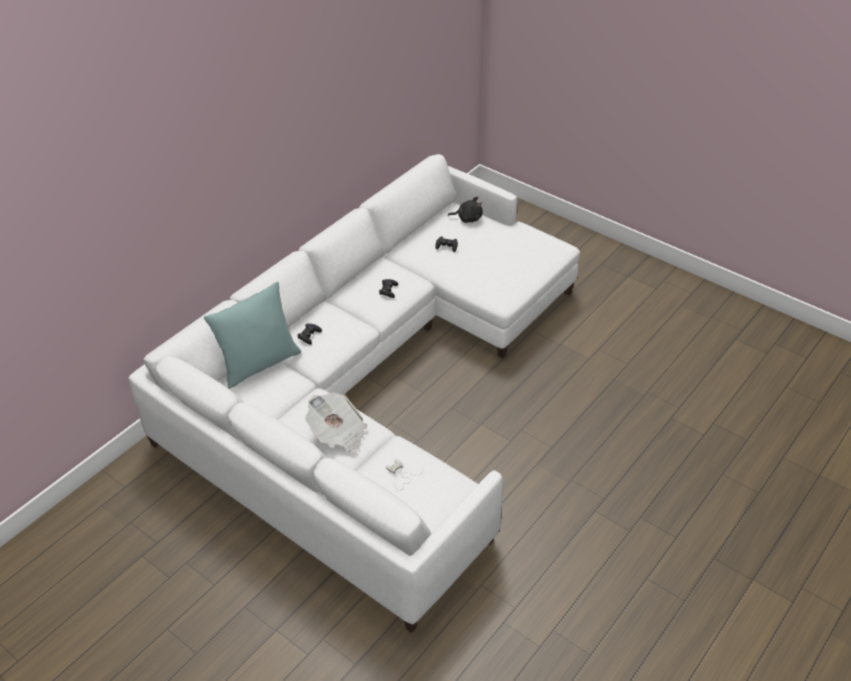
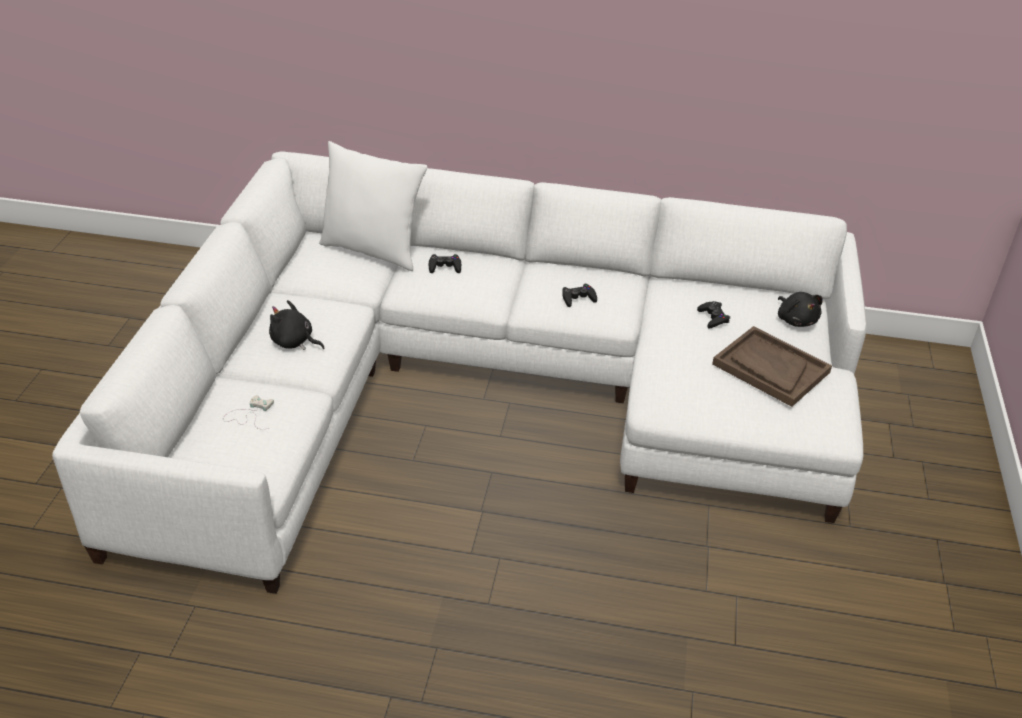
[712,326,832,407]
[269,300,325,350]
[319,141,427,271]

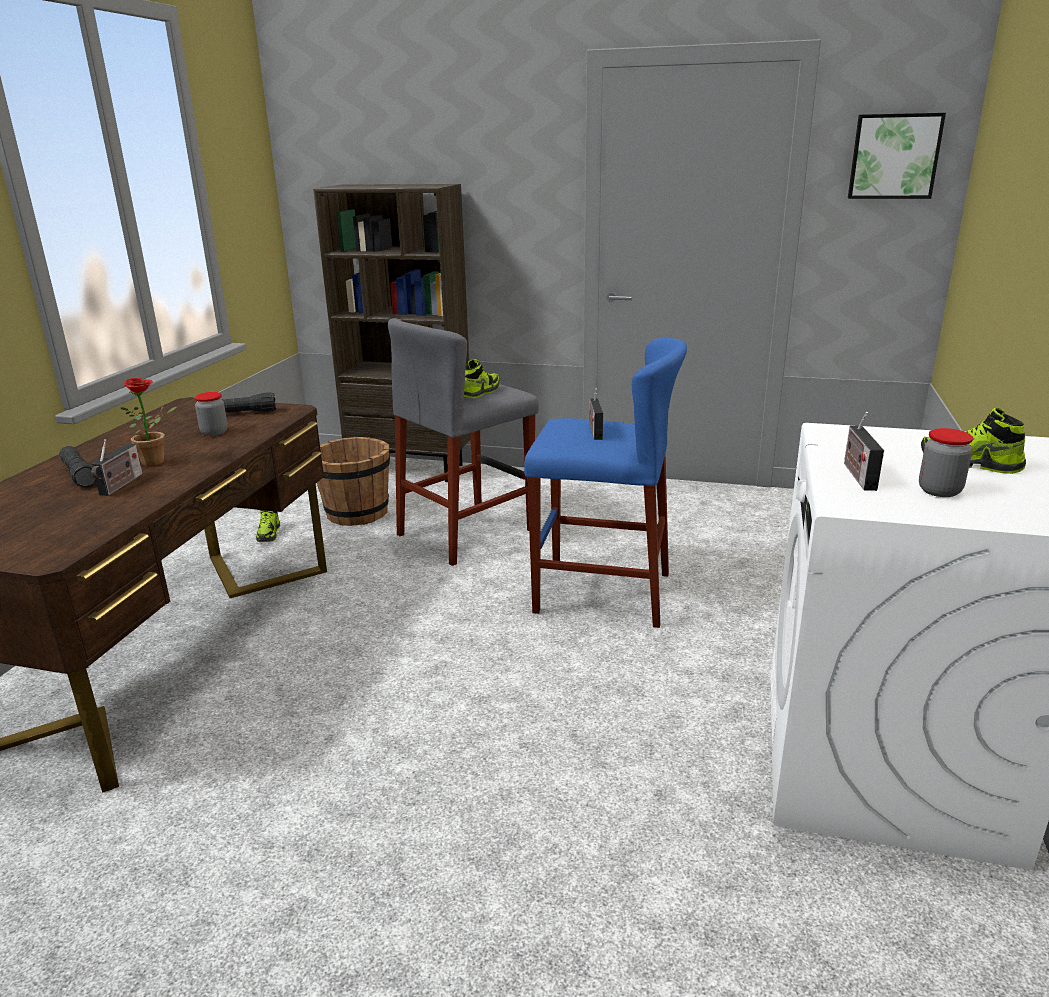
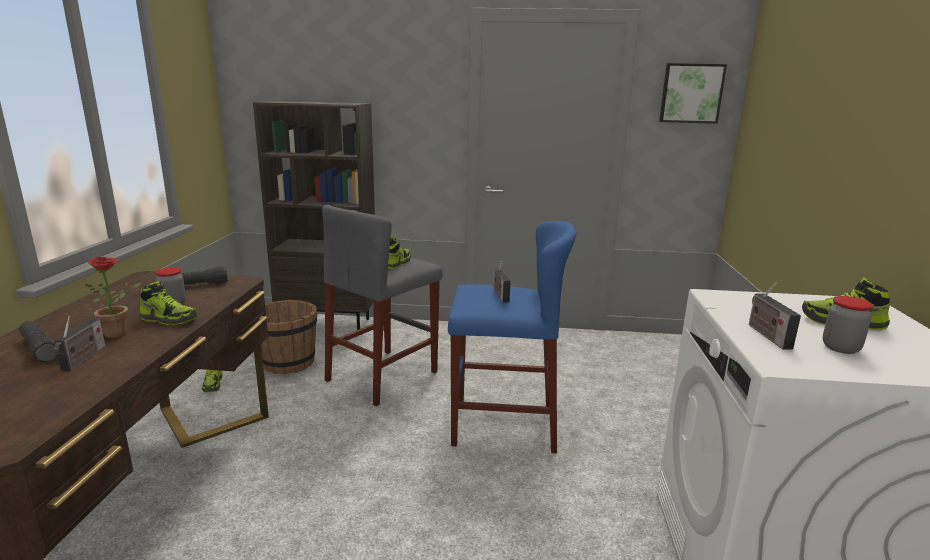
[139,281,197,325]

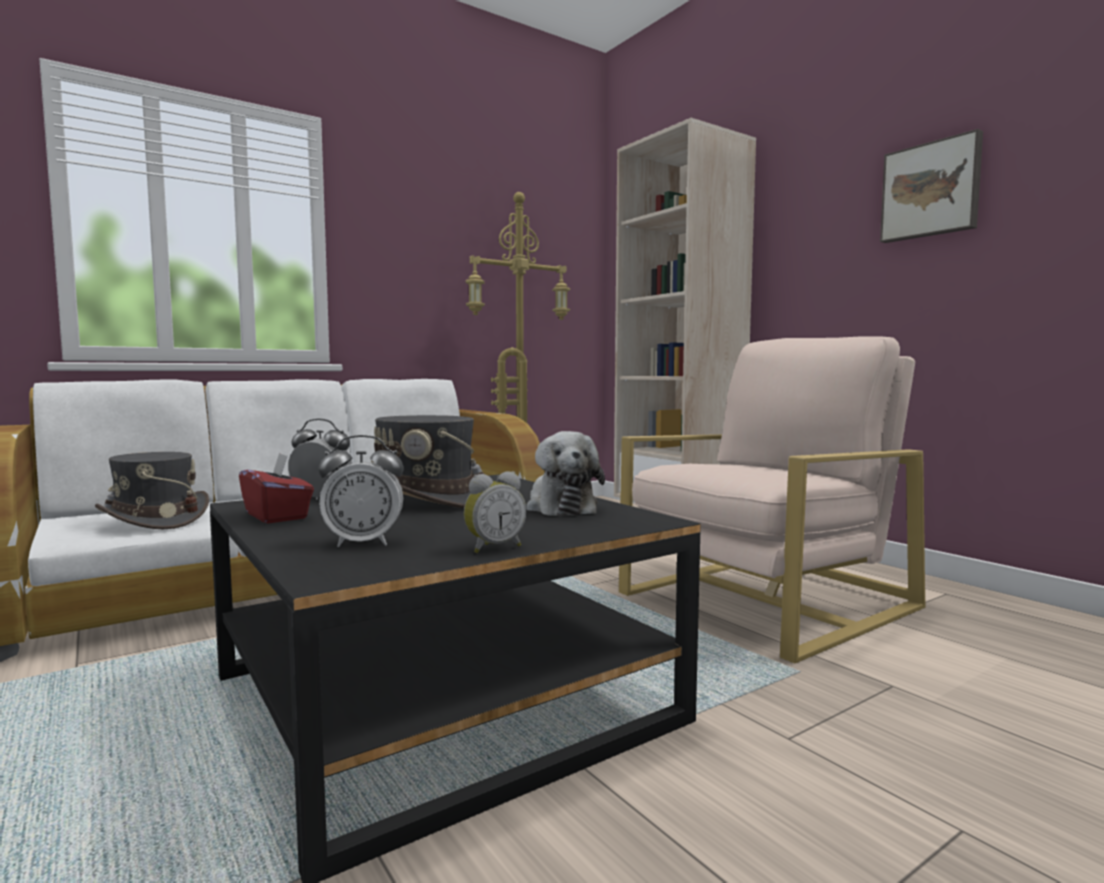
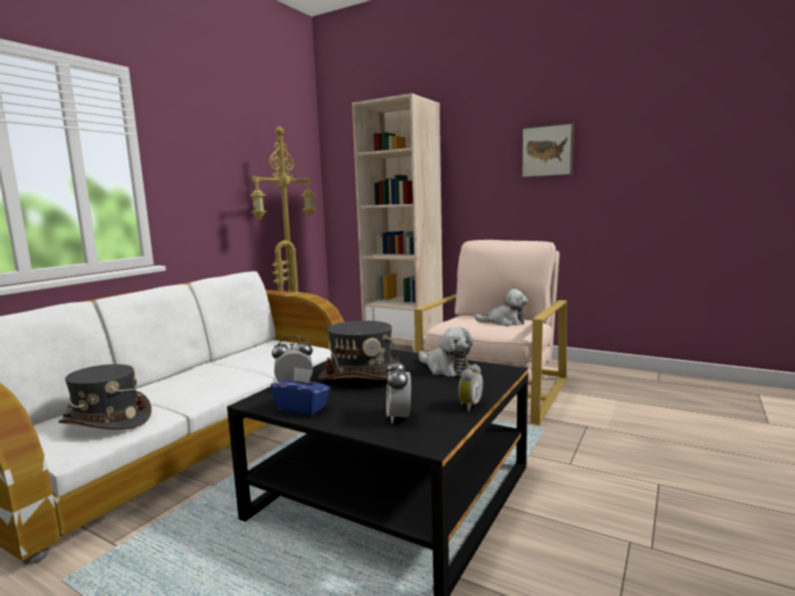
[475,289,528,326]
[270,367,331,416]
[386,356,411,424]

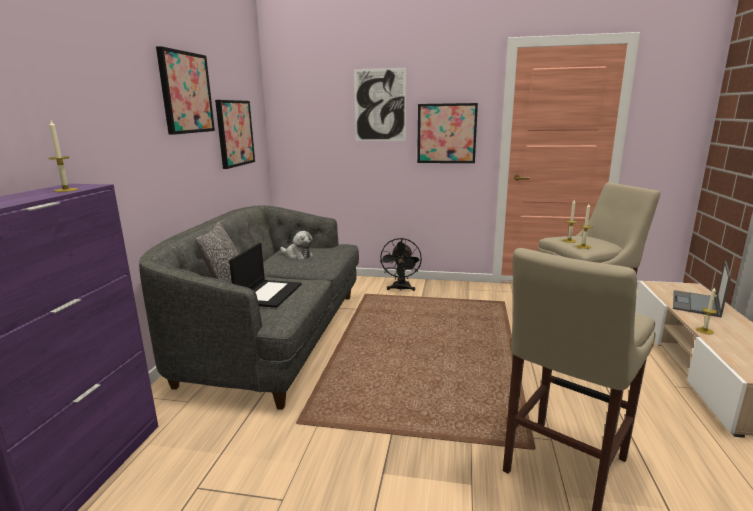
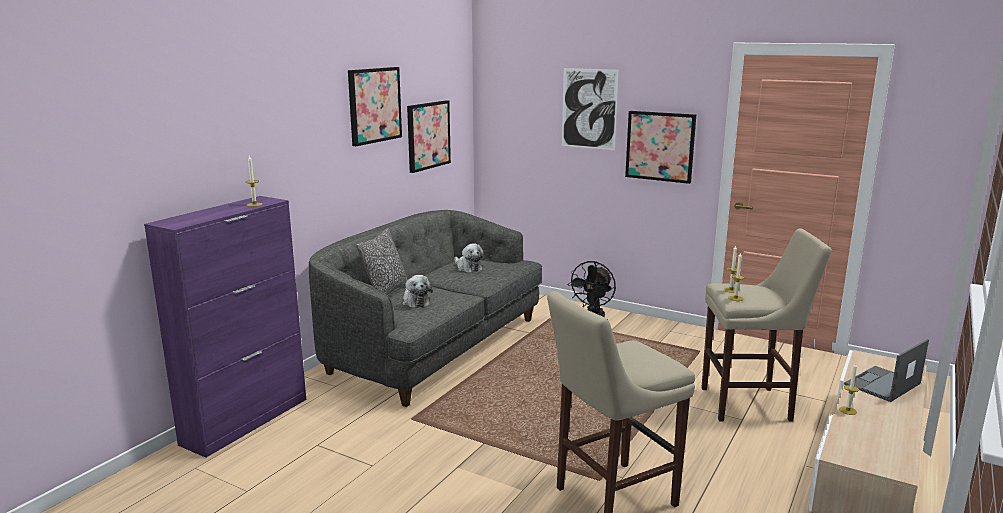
[403,275,433,308]

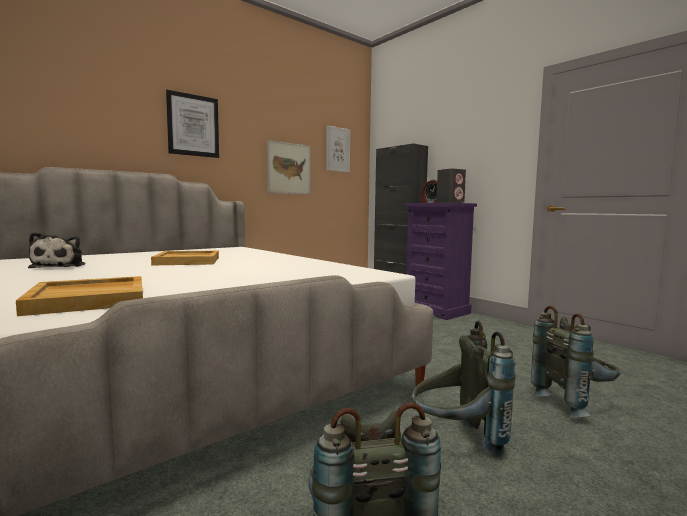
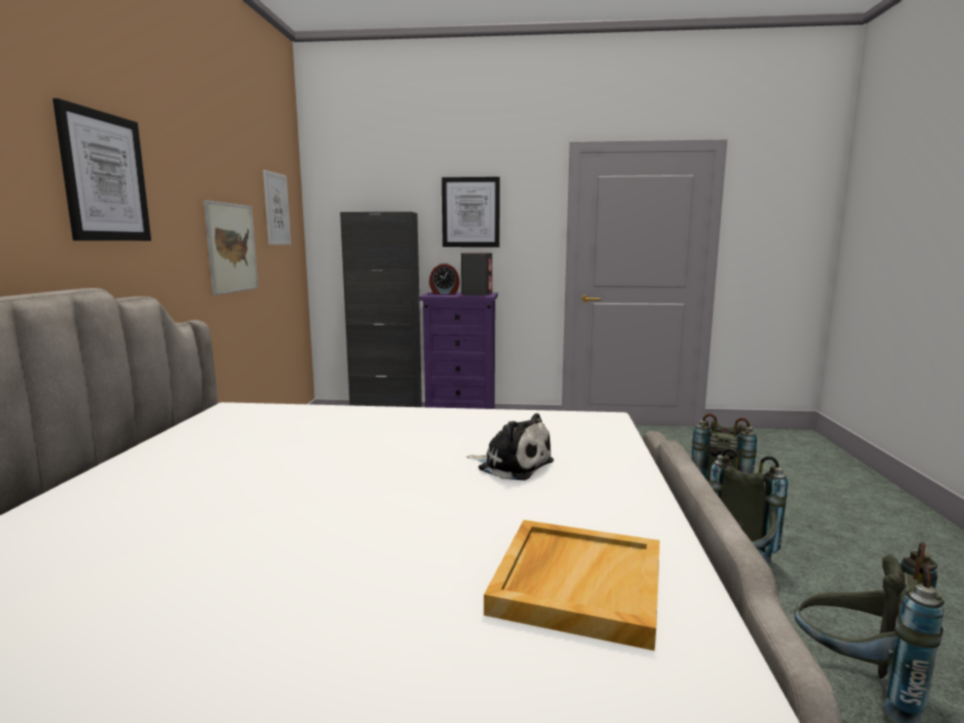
[151,251,219,266] (first image)
[442,177,500,247]
[467,413,554,480]

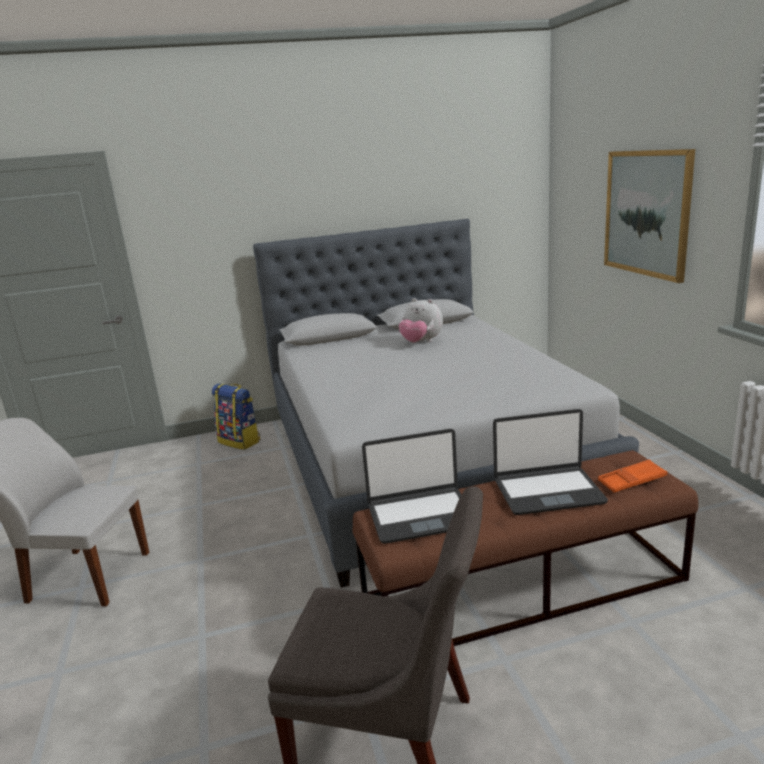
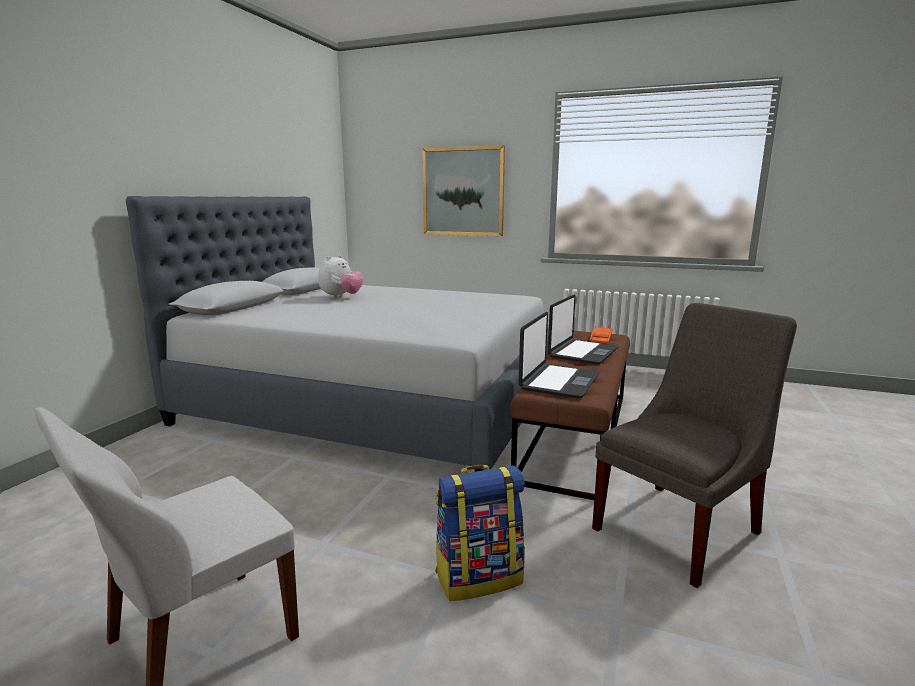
[435,465,525,601]
[318,255,363,298]

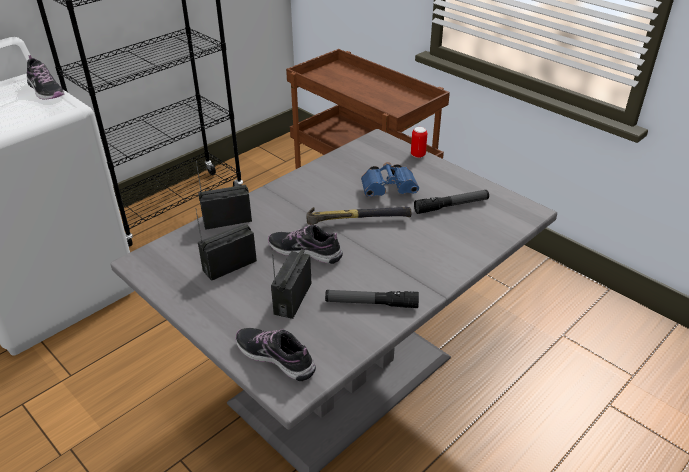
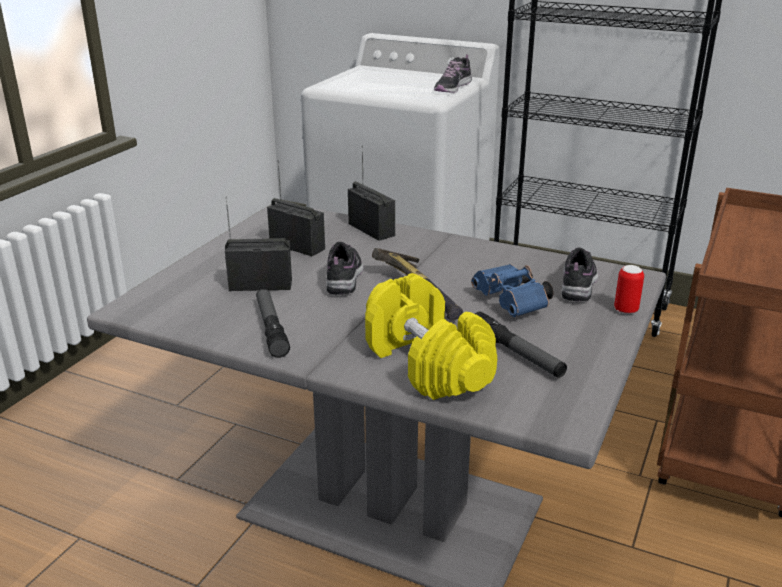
[365,273,497,400]
[562,248,598,301]

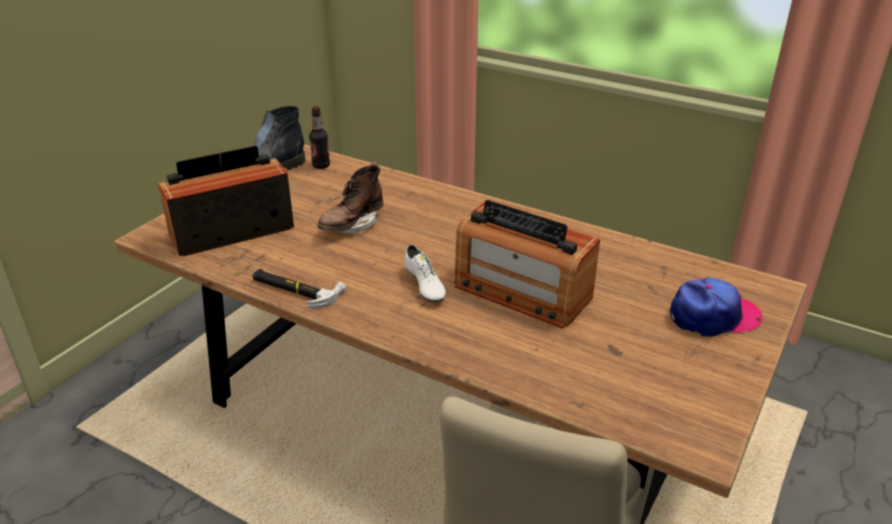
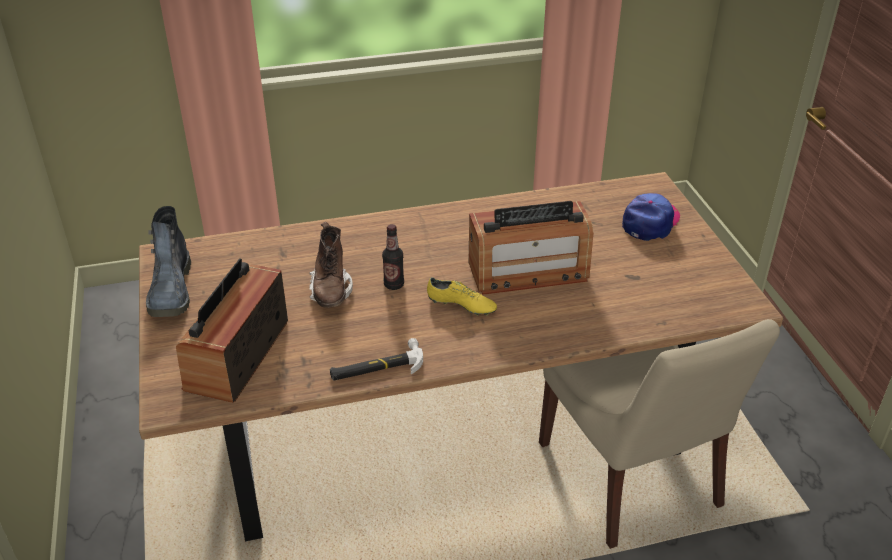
[382,224,404,290]
[427,277,497,316]

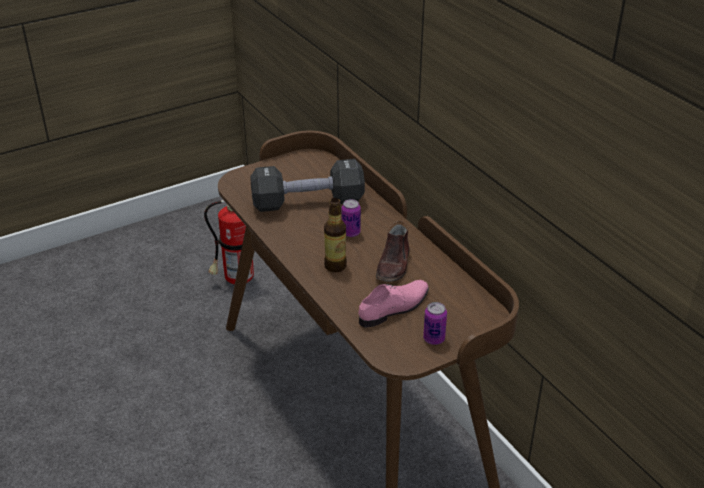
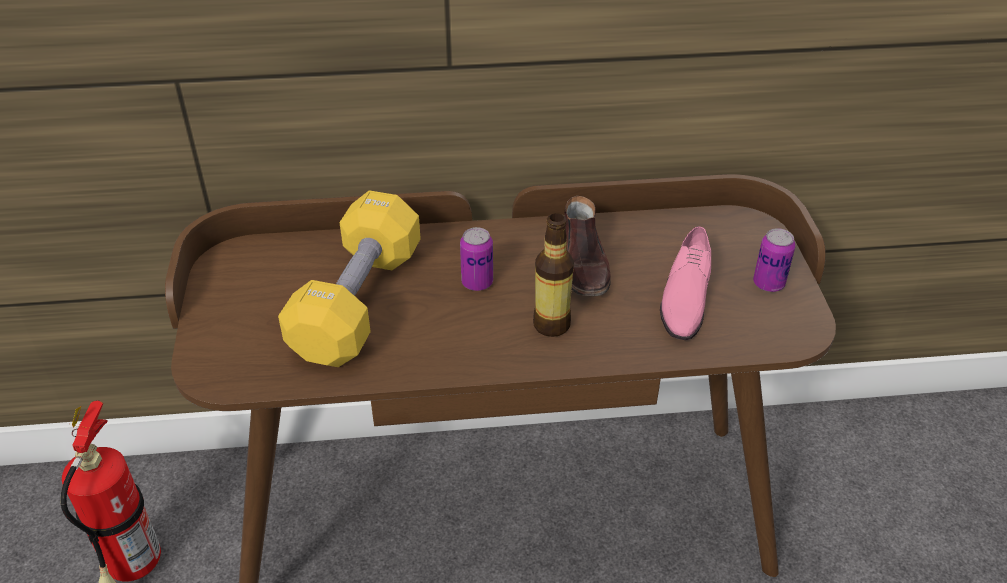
[278,190,421,367]
[660,226,711,340]
[564,196,611,296]

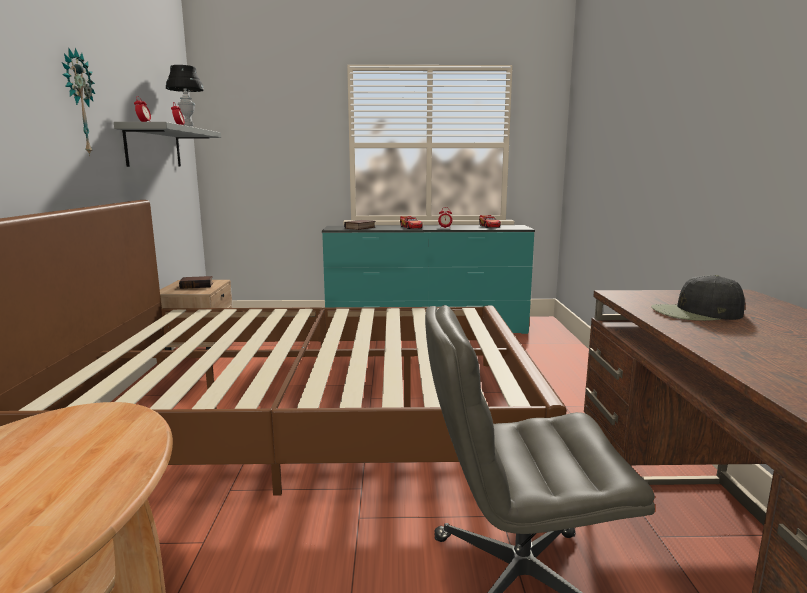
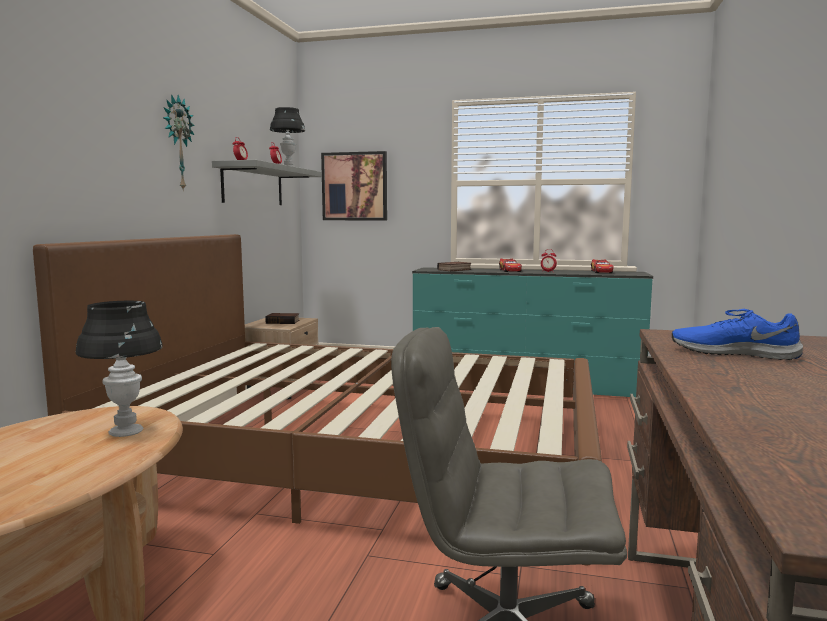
[76,301,163,437]
[321,151,387,220]
[672,309,803,360]

